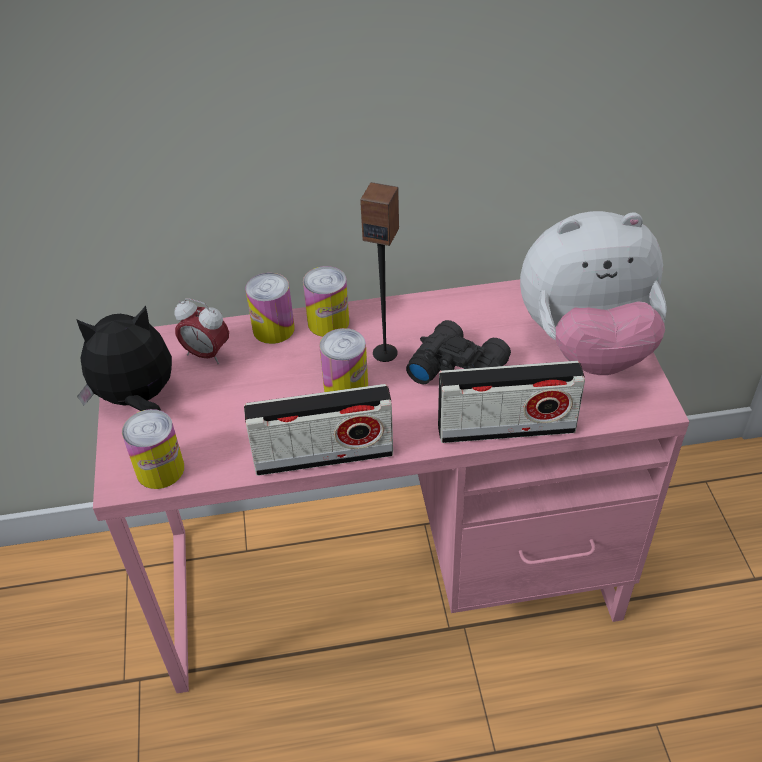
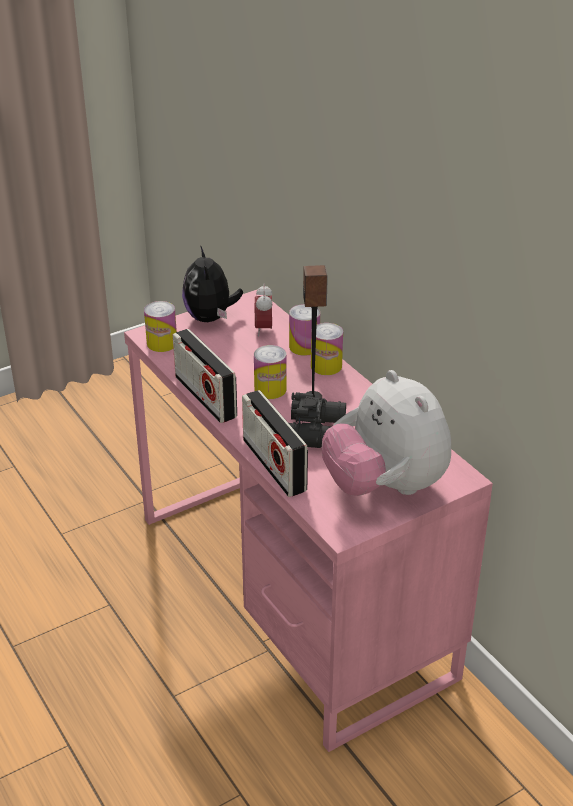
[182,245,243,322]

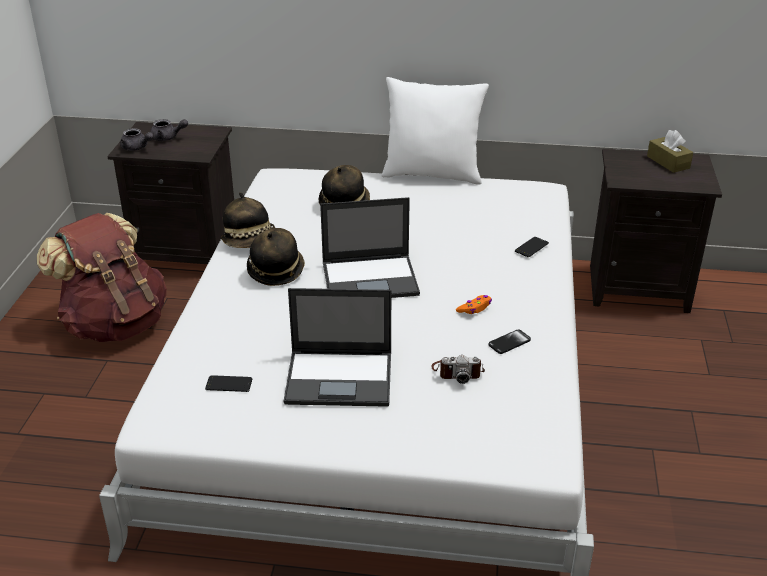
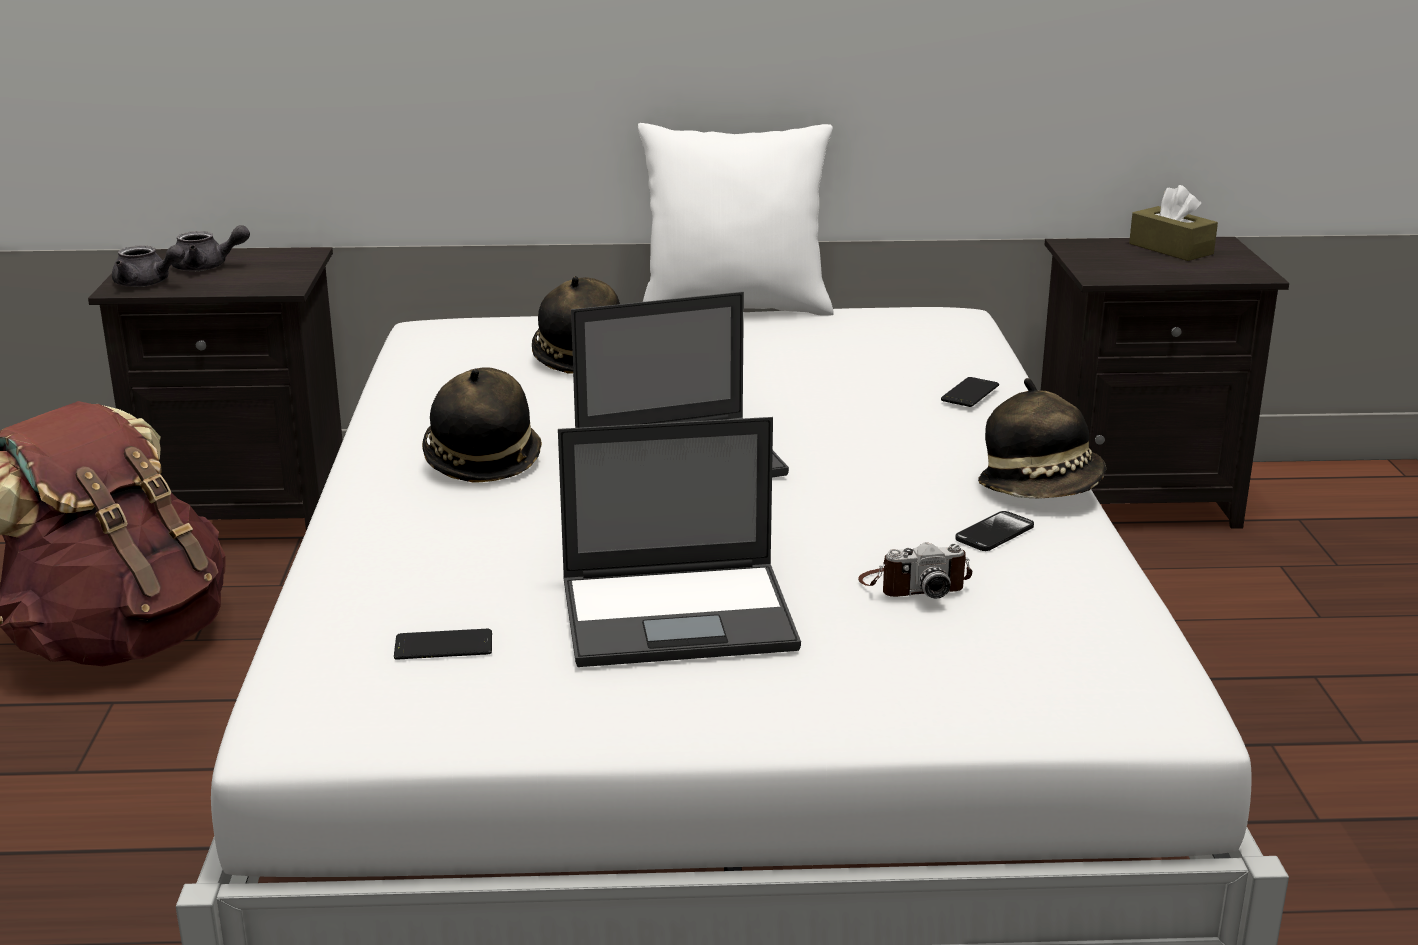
[456,295,492,314] (first image)
[978,378,1106,498]

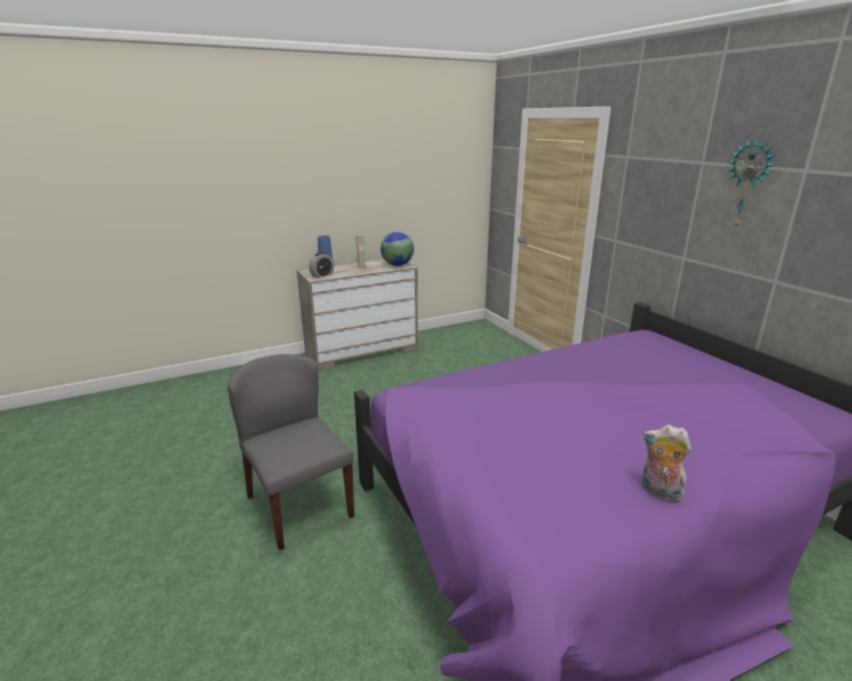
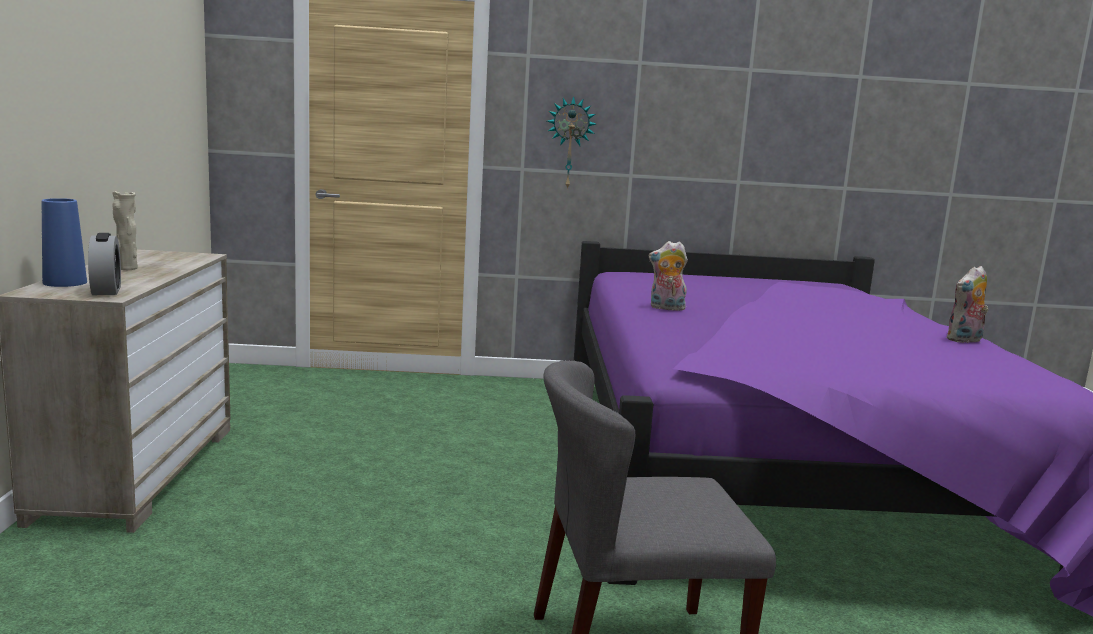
[381,232,414,266] (first image)
[649,241,688,311]
[547,96,596,190]

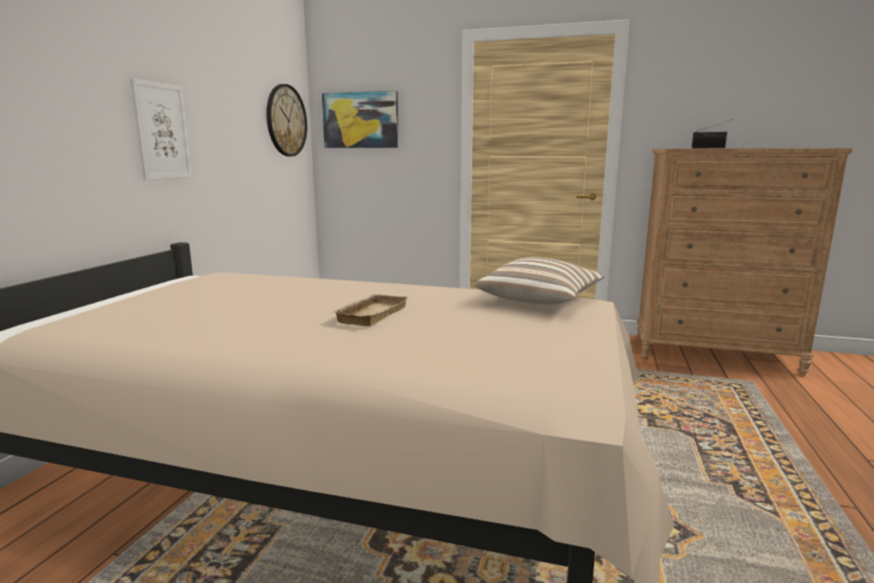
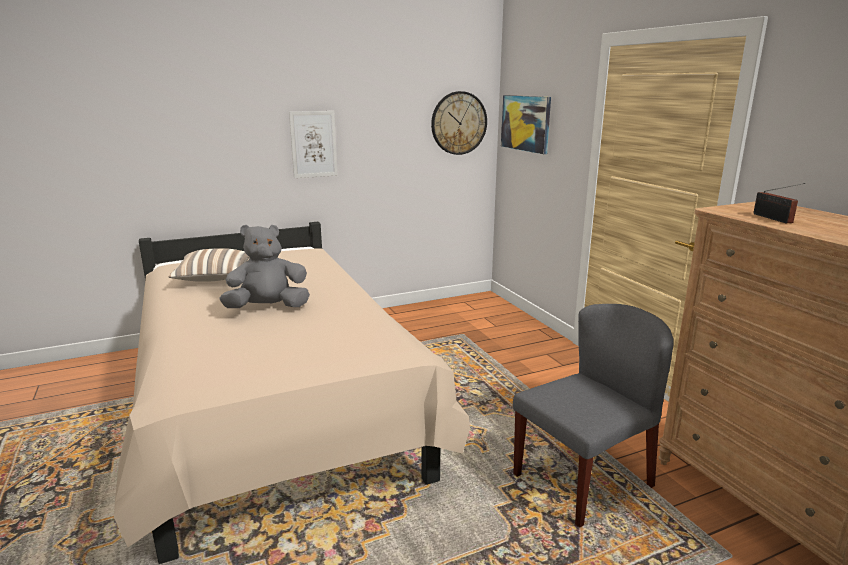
[513,304,674,528]
[169,248,249,282]
[220,225,310,308]

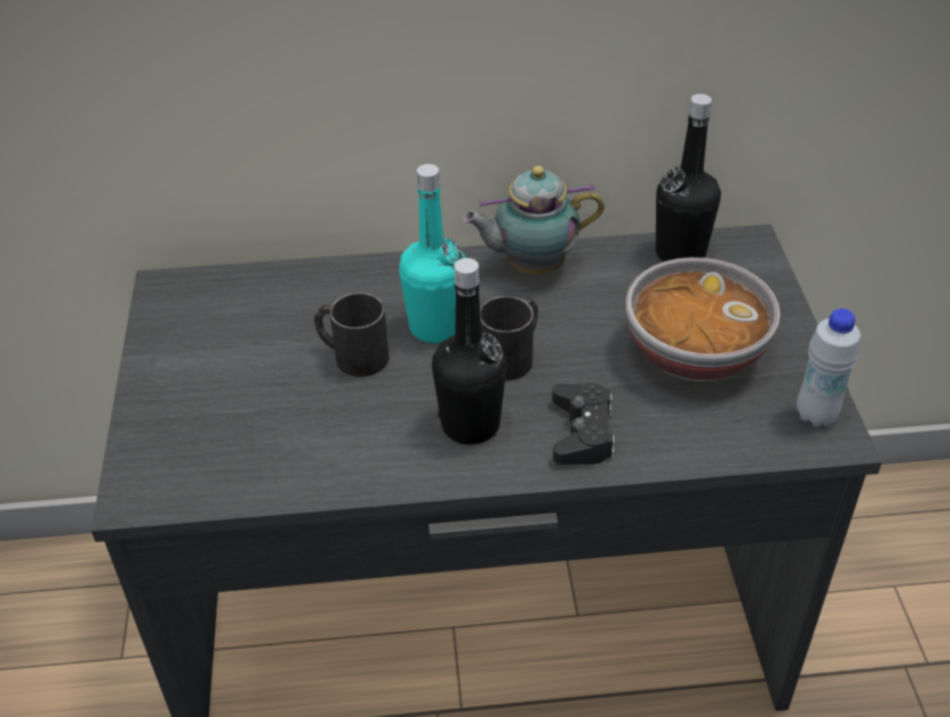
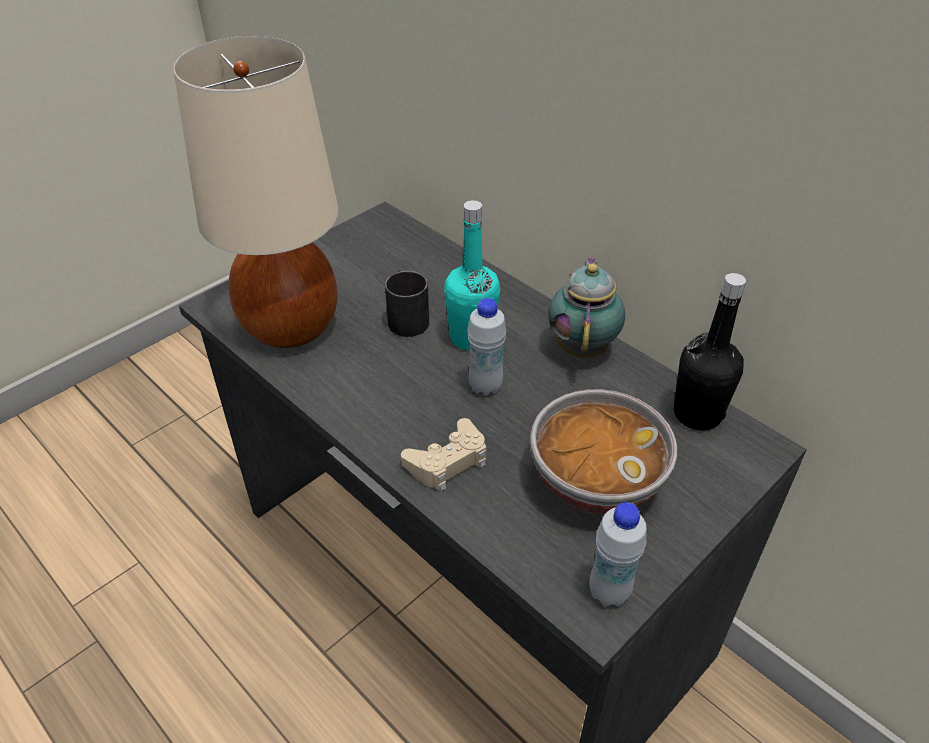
[432,258,507,445] (first image)
[173,36,338,348]
[467,298,506,396]
[401,418,486,492]
[548,258,625,358]

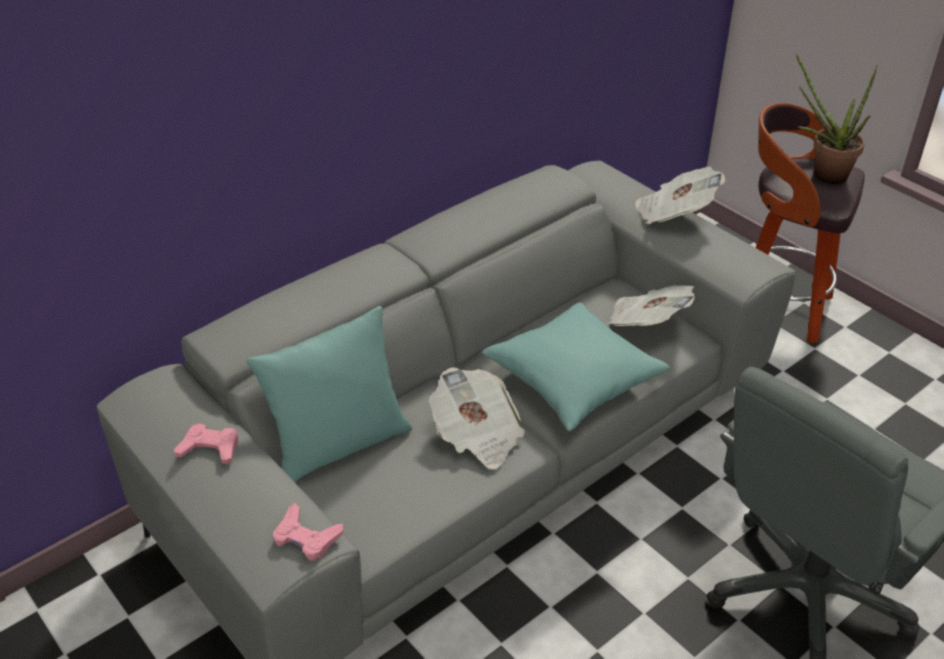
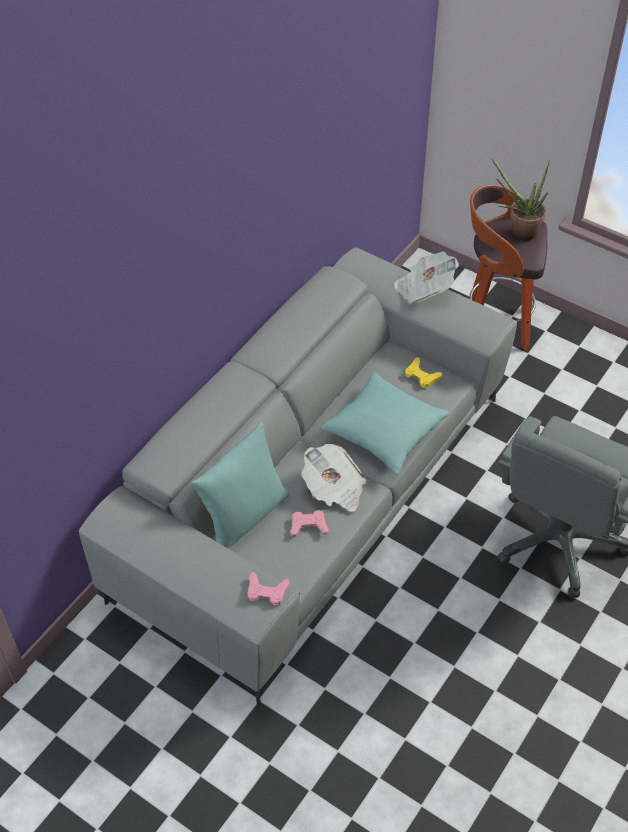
[290,510,329,537]
[405,357,442,388]

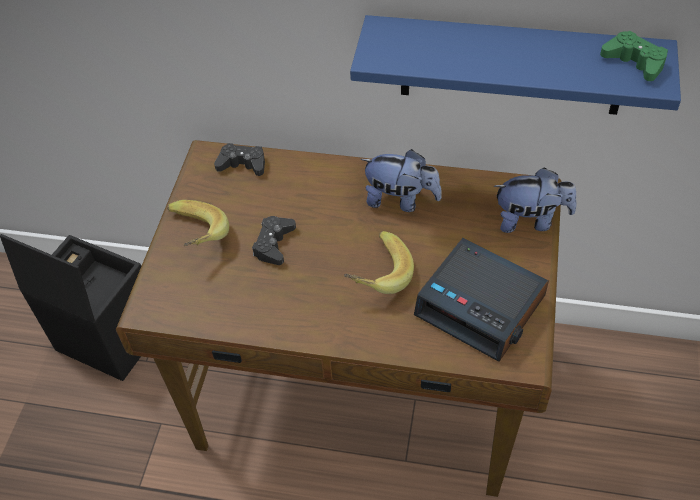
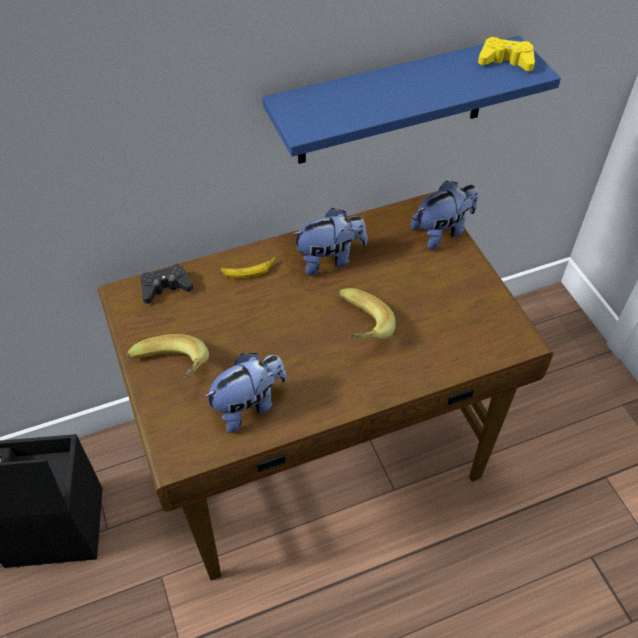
[252,216,296,265] (first image)
[414,238,549,362] (first image)
[203,353,287,433]
[220,256,277,278]
[478,37,535,71]

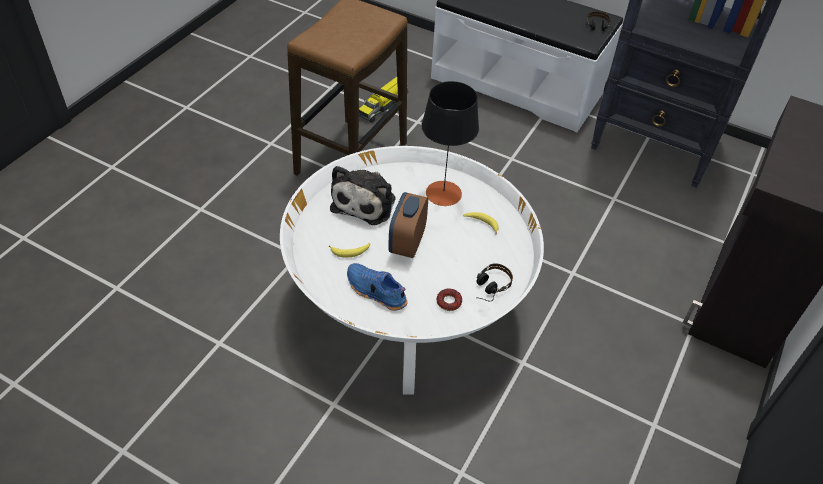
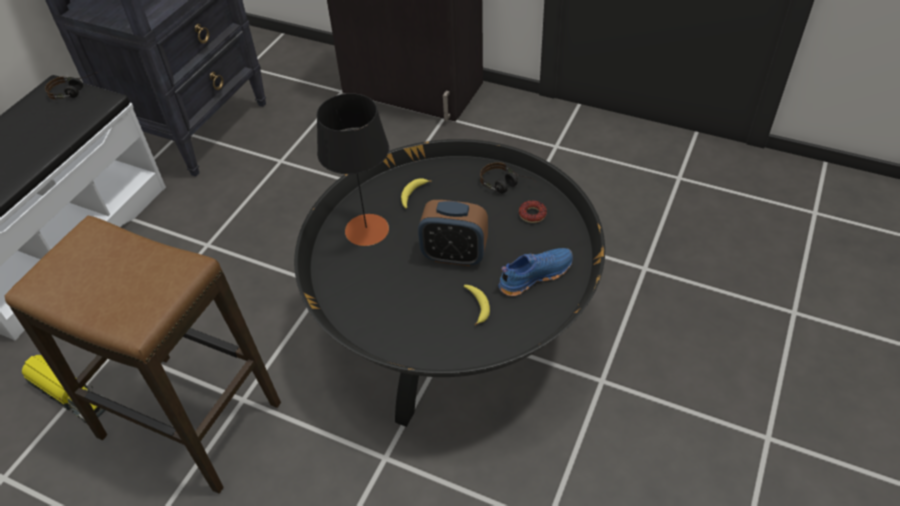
[330,166,396,225] (first image)
[294,139,605,427]
[498,248,573,296]

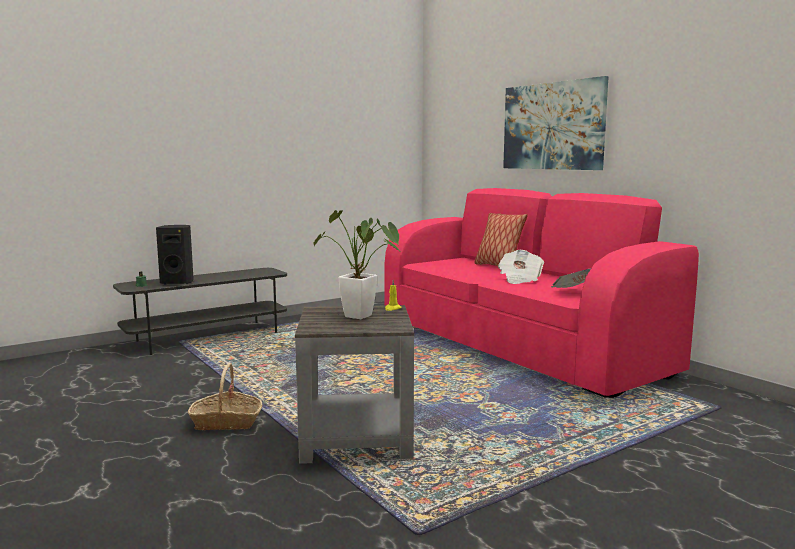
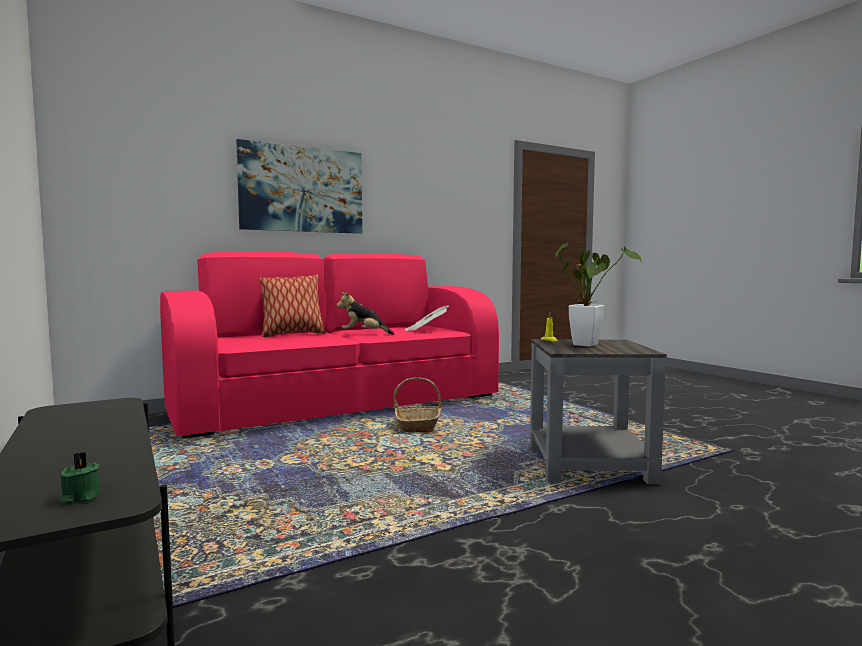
[156,225,194,284] (first image)
[393,377,442,432]
[337,291,394,335]

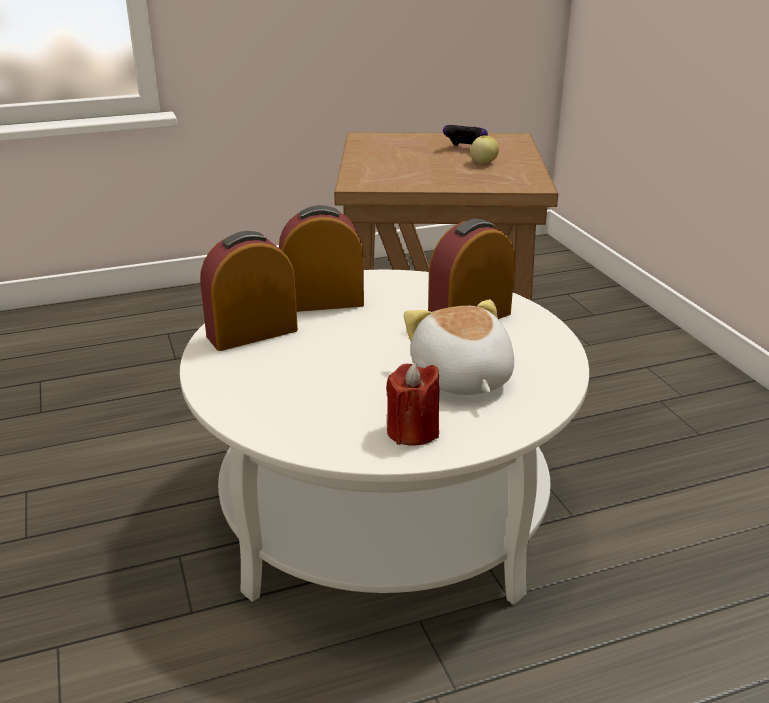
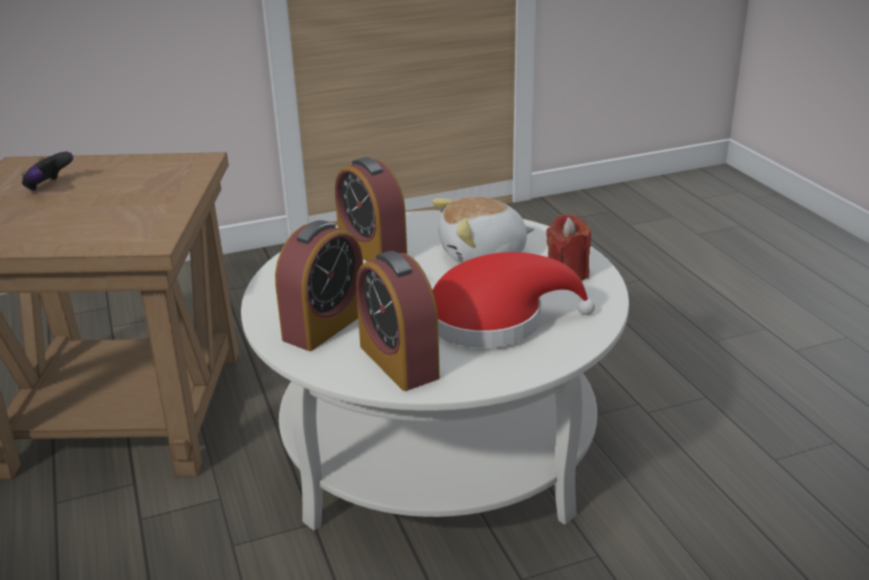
[471,135,499,164] (first image)
[432,252,595,348]
[275,220,363,351]

